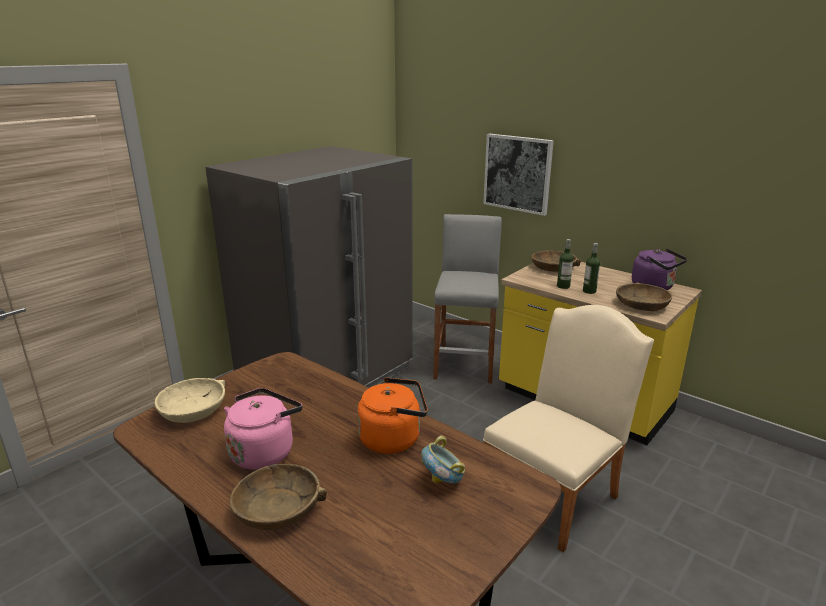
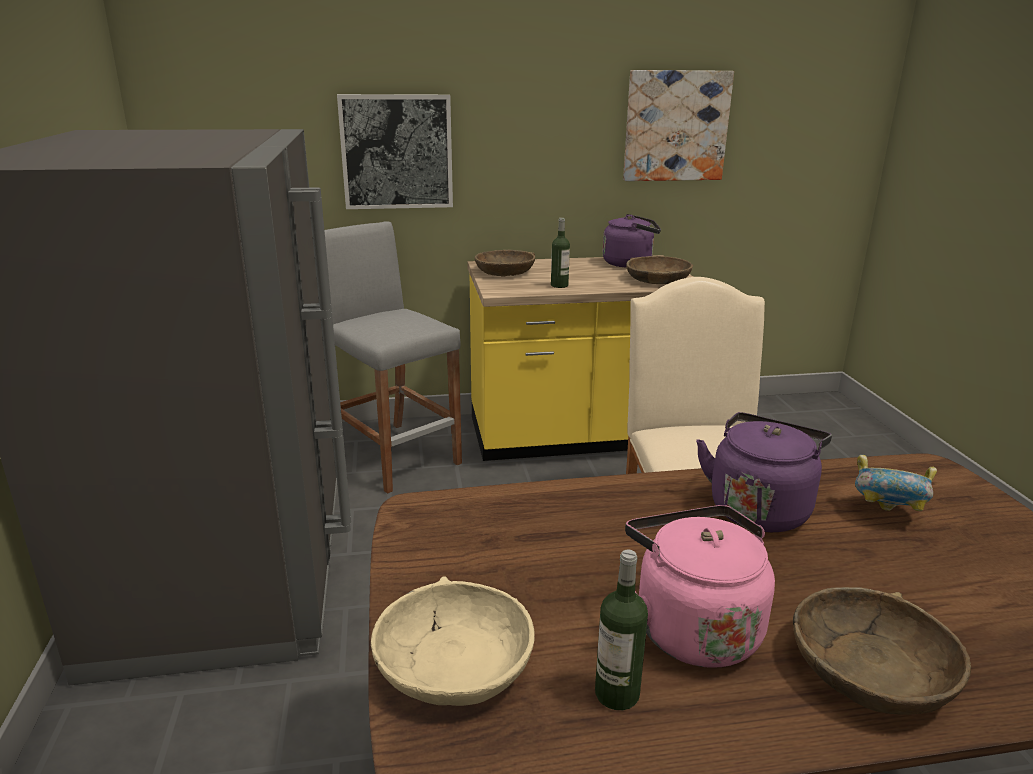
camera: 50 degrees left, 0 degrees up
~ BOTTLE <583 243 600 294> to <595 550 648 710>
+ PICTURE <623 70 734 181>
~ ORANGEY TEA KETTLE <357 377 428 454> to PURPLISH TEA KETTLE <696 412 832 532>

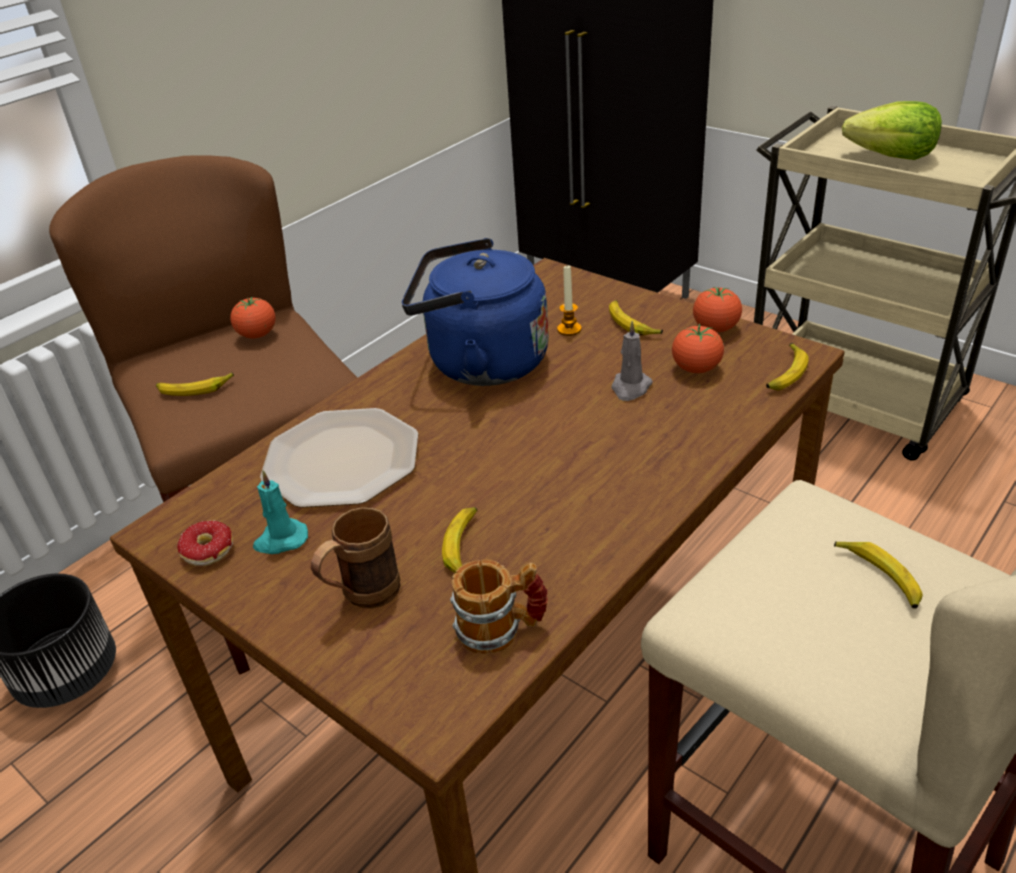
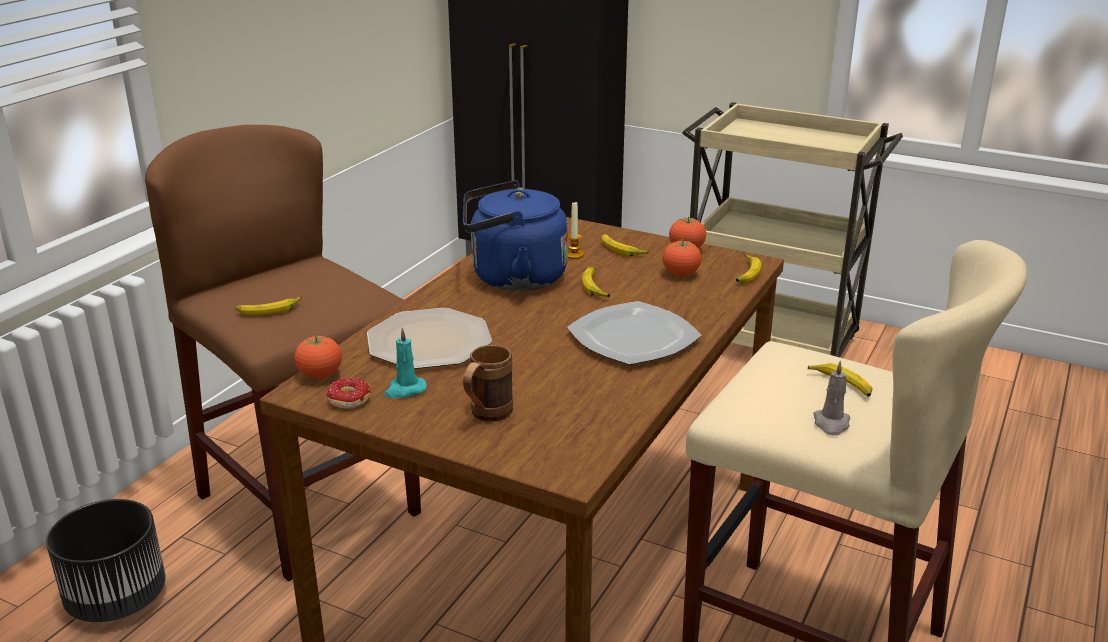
camera: 15 degrees left, 10 degrees down
~ WHOLE TOMATO <230 297 276 339> to <294 335 342 379>
+ FLAT DISH <567 301 702 365>
~ BANANA <442 507 478 573> to <582 267 610 297>
~ GREY WAX LIGHT <612 321 653 401> to <813 361 850 436>
- TEA MUG <450 559 548 655>
- LETTUCE HEAD <842 101 942 160>

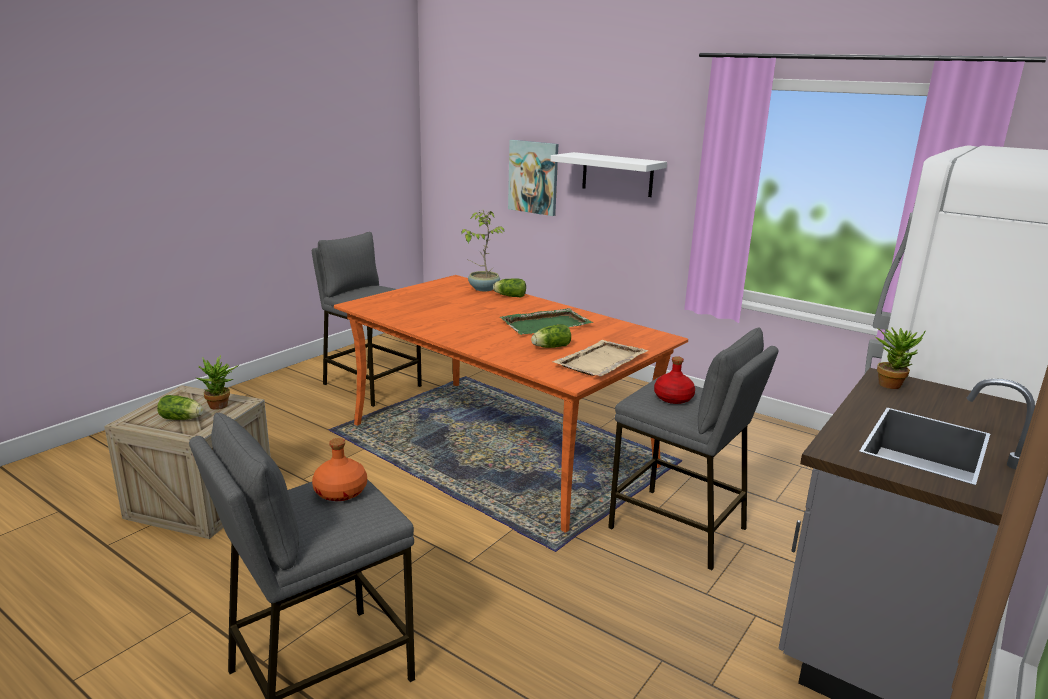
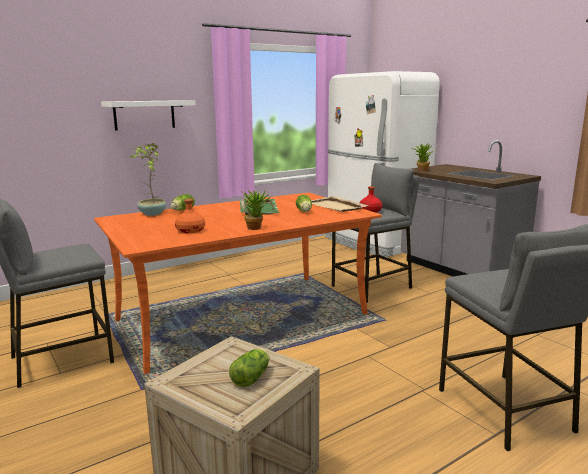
camera: 70 degrees left, 5 degrees down
~ ORANGEY BOTTLE <312 438 367 501> to <175 199 205 233>
~ POTTED PLANT <197 355 239 410> to <240 190 271 230>
- PICTURE <508 140 558 216>

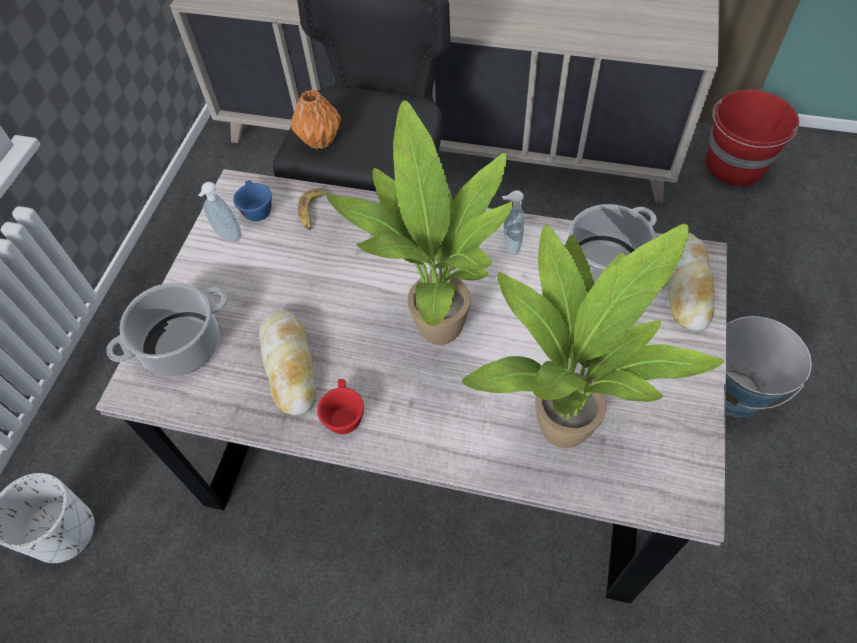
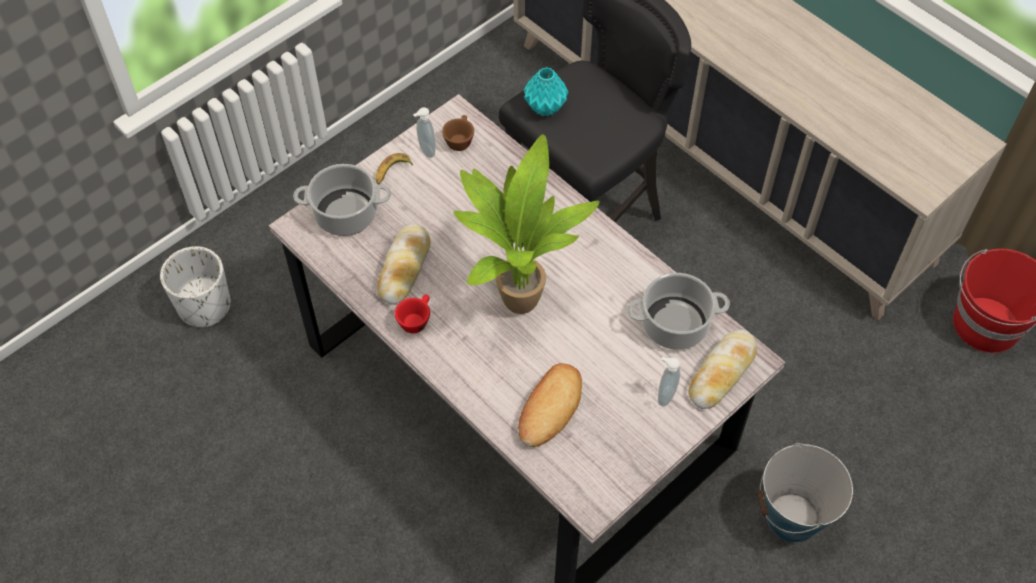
camera: 30 degrees right, 0 degrees up
~ BANANA <298 188 328 230> to <376 153 413 184>
~ BLUISH DRINKING CUP <233 180 272 221> to BROWN DRINKING CUP <442 115 474 151>
~ POTTED PLANT <462 224 724 448> to BAKERY BREAD <518 363 582 447>
~ ORANGEY FLOWER VASE <291 90 341 150> to TURQUOISE FLOWER VASE <524 67 568 117>
~ LIQUID SOAP BOTTLE <502 191 524 255> to <658 357 680 406>

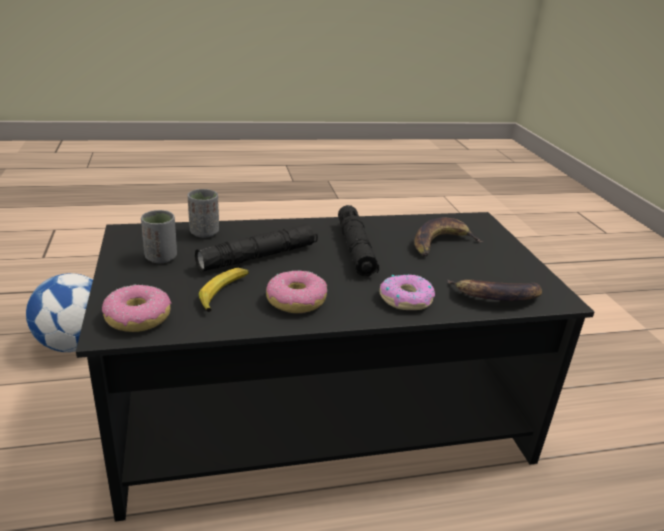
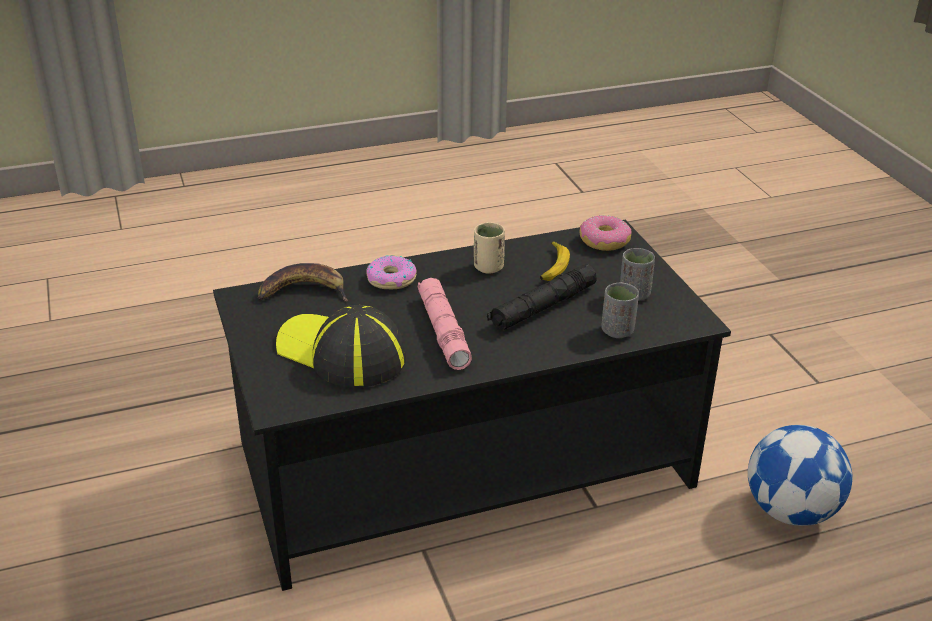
camera: 175 degrees right, 5 degrees up
~ BANANA <414 218 484 256> to BASEBALL CAP <276 305 406 388>
~ BLACK HAND TORCH <338 205 379 276> to PINK HAND TORCH <418 278 472 370>
~ DONUT <266 270 327 313> to SAND-COLOURED DRINKING CUP <474 222 505 274>

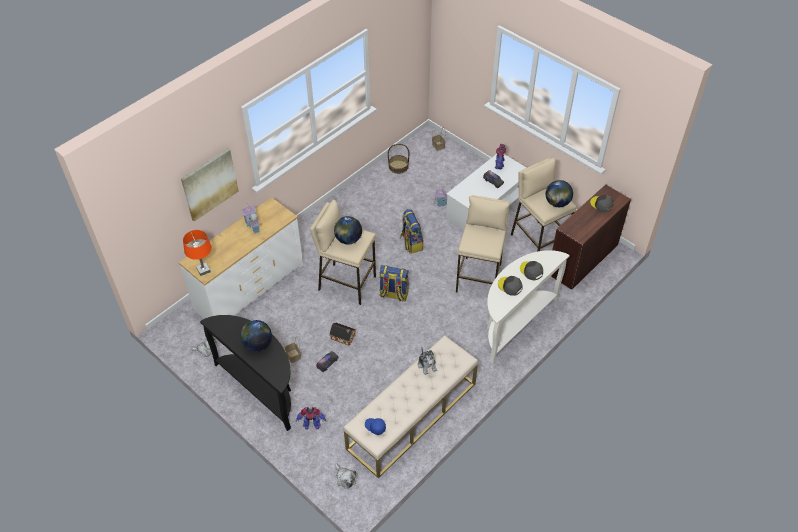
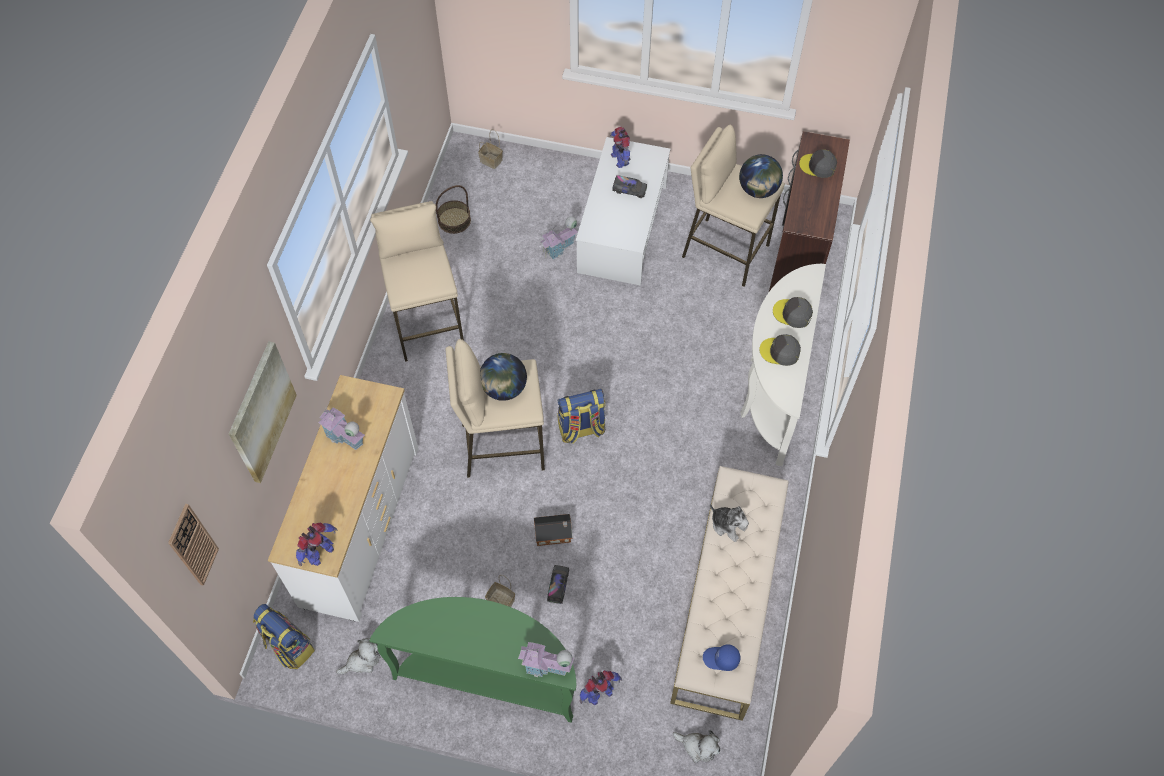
camera: 30 degrees left, 10 degrees up
+ CLOCK ON THE WALL <168 504 219 586>
~ RUCKSACK <400 209 423 254> to <253 604 315 669>
~ ORANGEY LAMP FOR A TABLE <183 230 212 276> to ROBOT FIGURE <296 522 338 566>
~ SAND-COLOURED STOOL SEAT <456 195 510 293> to <370 201 464 362>
~ BLACK HALL TABLE <200 315 291 431> to GREEN-COLOURED HALL TABLE <370 597 576 723>
+ TOY HOUSE <518 642 574 677>
- WORLD GLOBE <240 320 272 351>

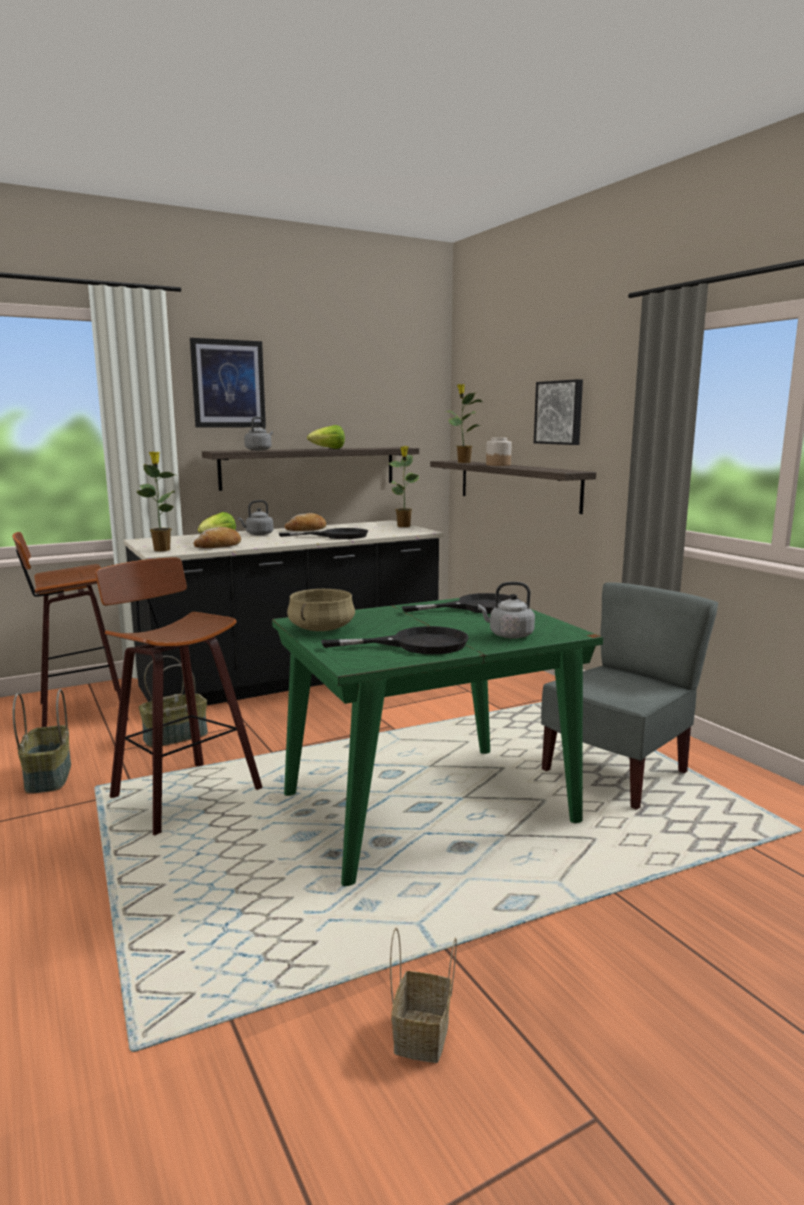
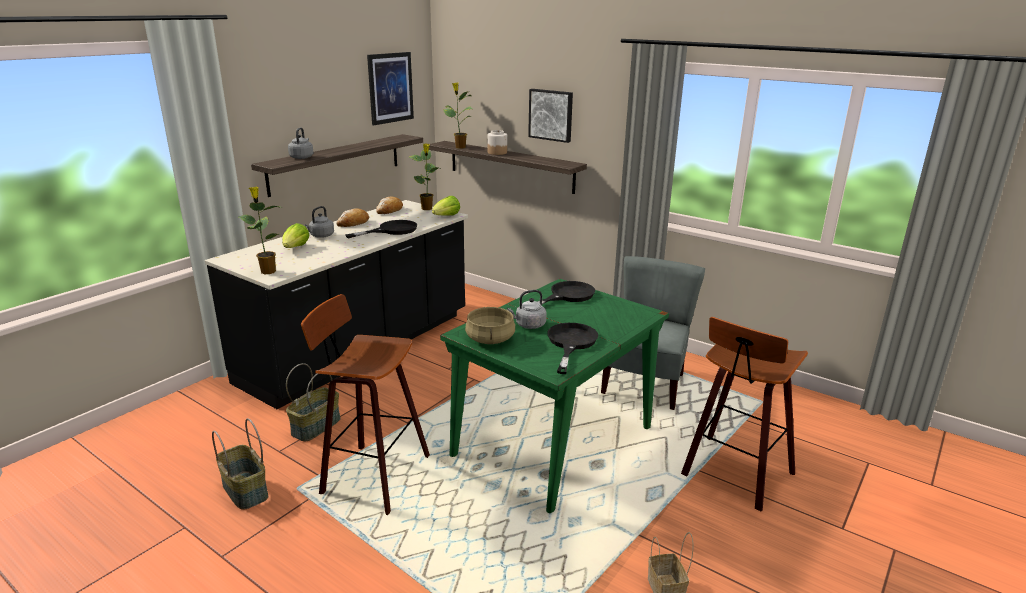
camera: 25 degrees left, 10 degrees up
~ PICTURE <190 338 266 428> to <367 52 414 125>
~ BAKERY BREAD <193 527 241 548> to <376 197 403 214>
~ LETTUCE HEAD <307 425 345 449> to <432 196 460 216>
~ GREY TEA KETTLE <478 582 535 639> to <507 290 547 329>
~ BLACK SKILLET <321 626 469 654> = <547 323 598 374> 45 degrees counterclockwise
~ STOOL SEAT <12 532 129 727> to <681 317 808 512>

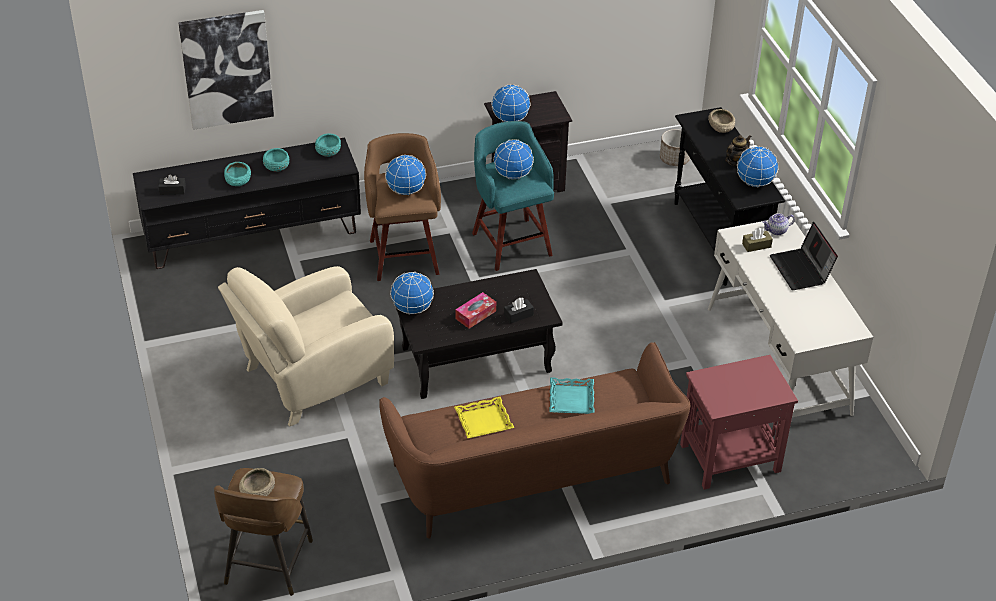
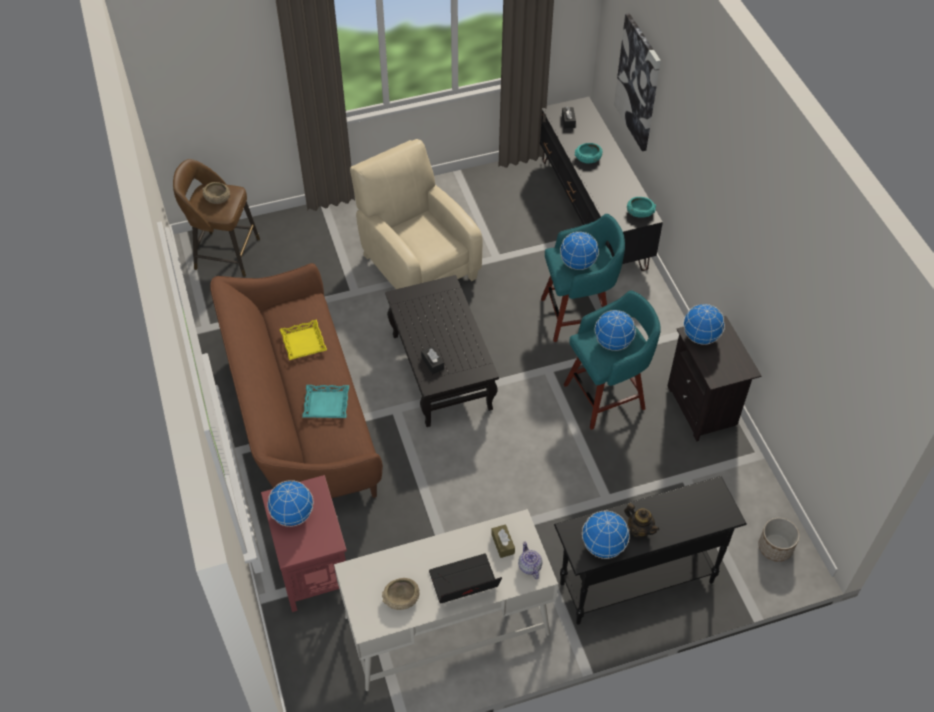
camera: 90 degrees right, 10 degrees up
~ WORLD GLOBE <390 272 434 315> to <267 480 314 527>
~ SAND-COLOURED DEEP DISH <708 109 735 133> to <382 578 420 610>
~ BROWN STOOL SEAT <364 133 441 281> to TURQUOISE STOOL SEAT <541 214 625 342>
- TURQUOISE DEEP DISH <263 148 289 172>
- BOX OF TISSUES <455 292 496 329>

